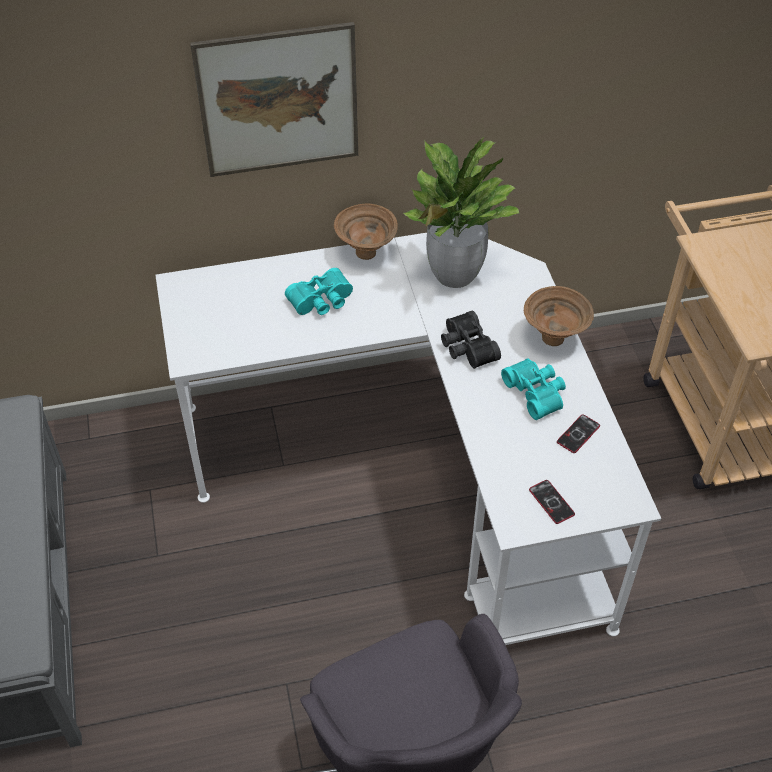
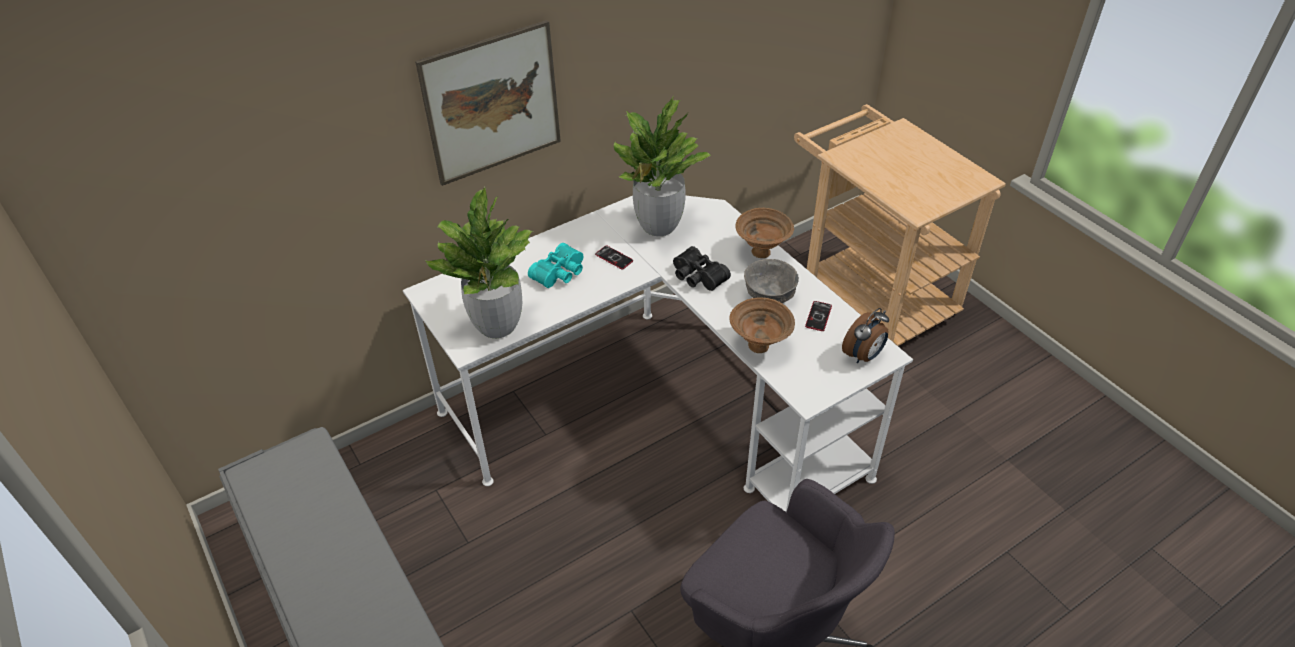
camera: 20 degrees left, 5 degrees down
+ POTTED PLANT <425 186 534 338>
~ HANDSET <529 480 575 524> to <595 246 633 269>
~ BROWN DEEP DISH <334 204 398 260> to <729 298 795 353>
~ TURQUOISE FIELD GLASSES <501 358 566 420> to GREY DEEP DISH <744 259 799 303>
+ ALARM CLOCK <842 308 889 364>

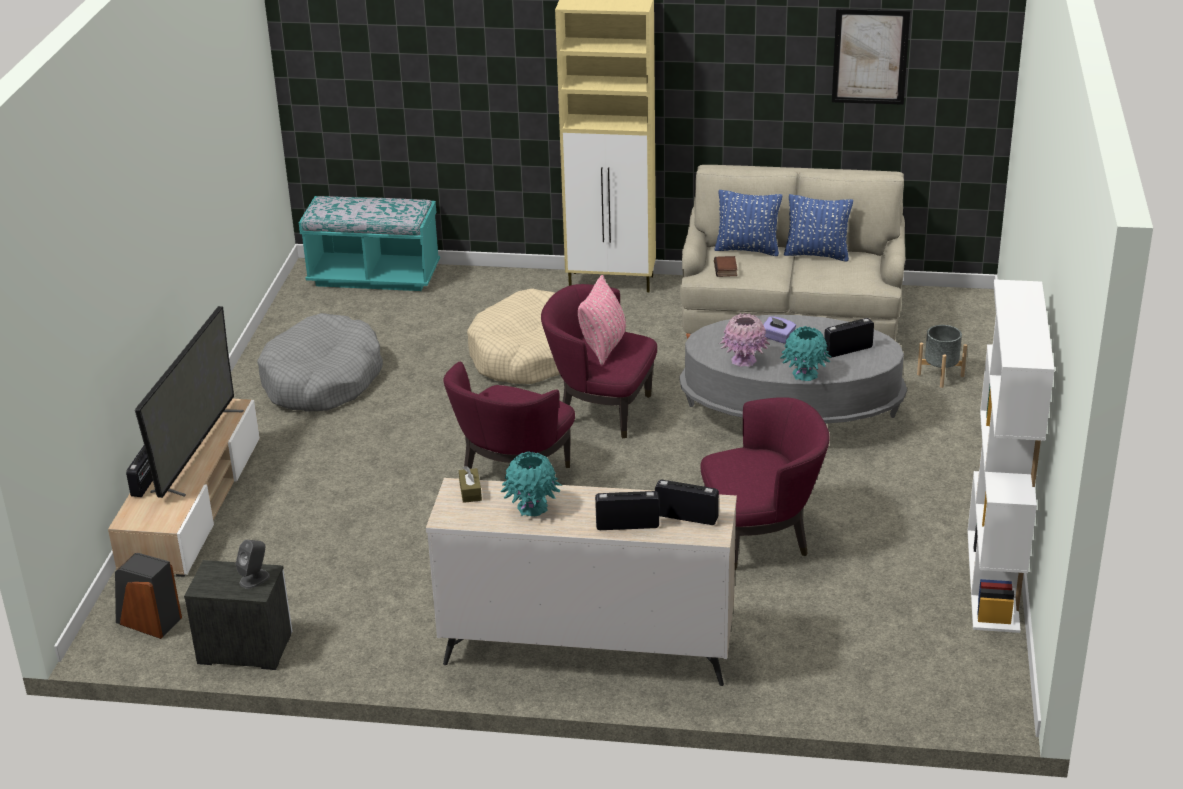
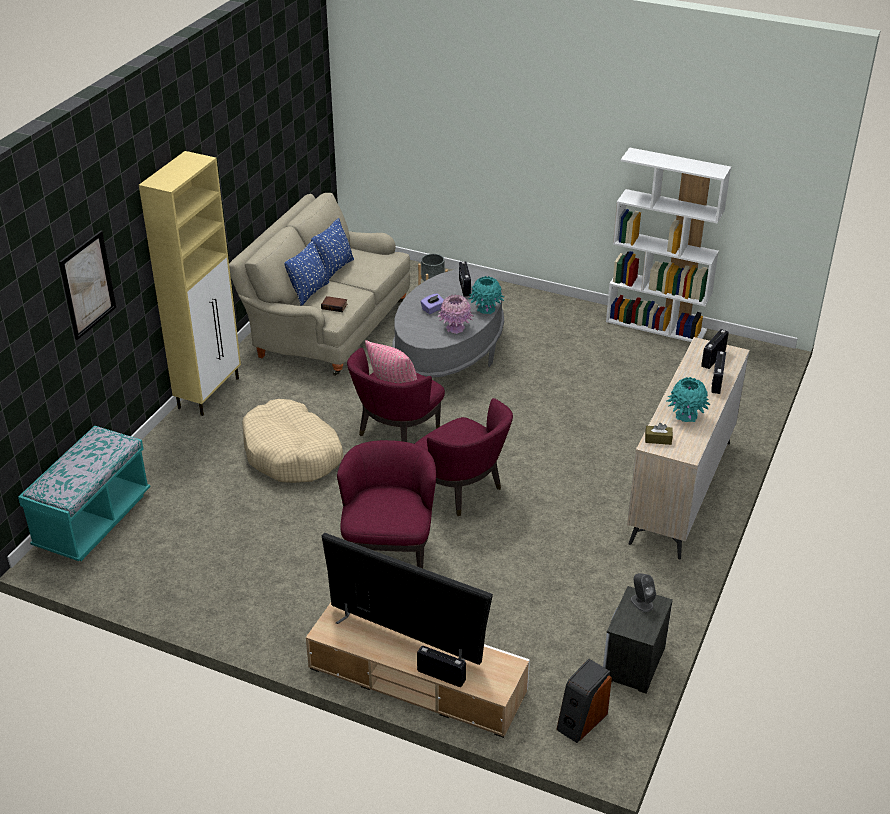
camera: 75 degrees left, 5 degrees up
~ PICTURE <832 8 910 105> to <59 230 116 340>
~ PURPLISH LOUNGE CHAIR <700 397 830 570> to <337 440 436 568>
- GREY PET BED <257 313 383 412>

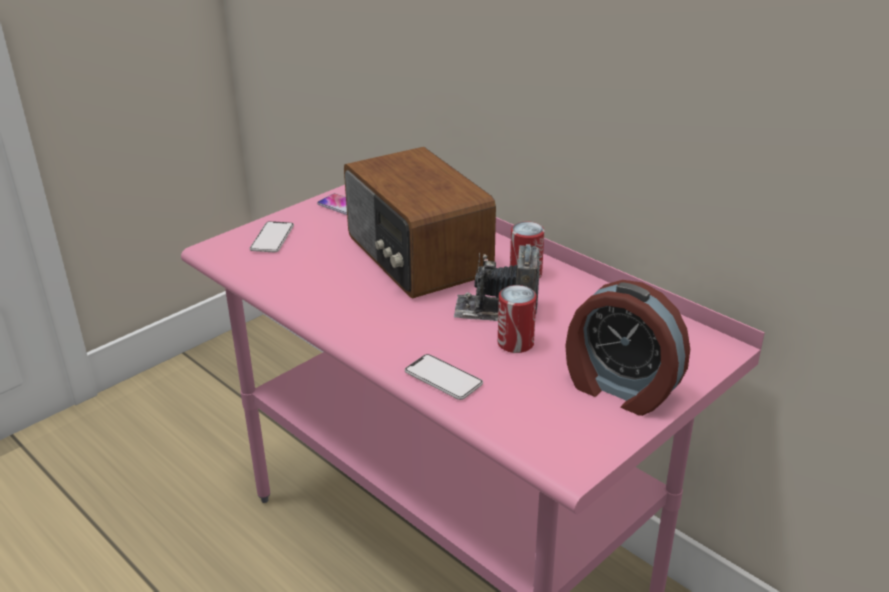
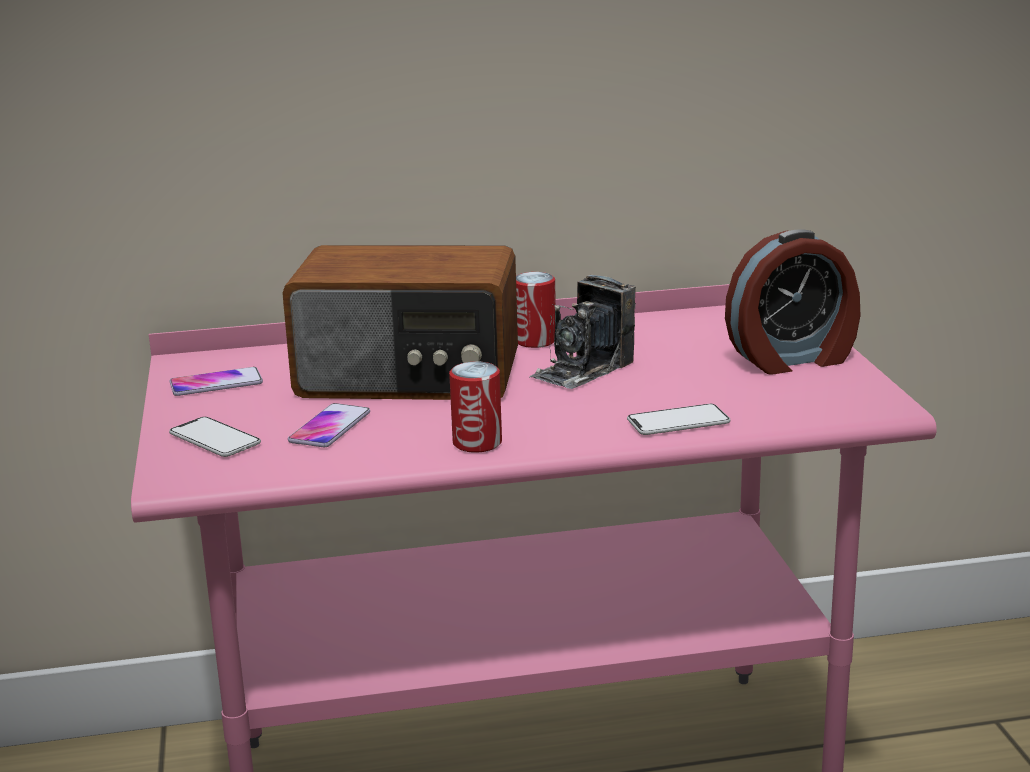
camera: 55 degrees left, 10 degrees down
+ HANDSET <288 403 370 447>
~ CAN <498 285 536 353> to <449 362 502 453>

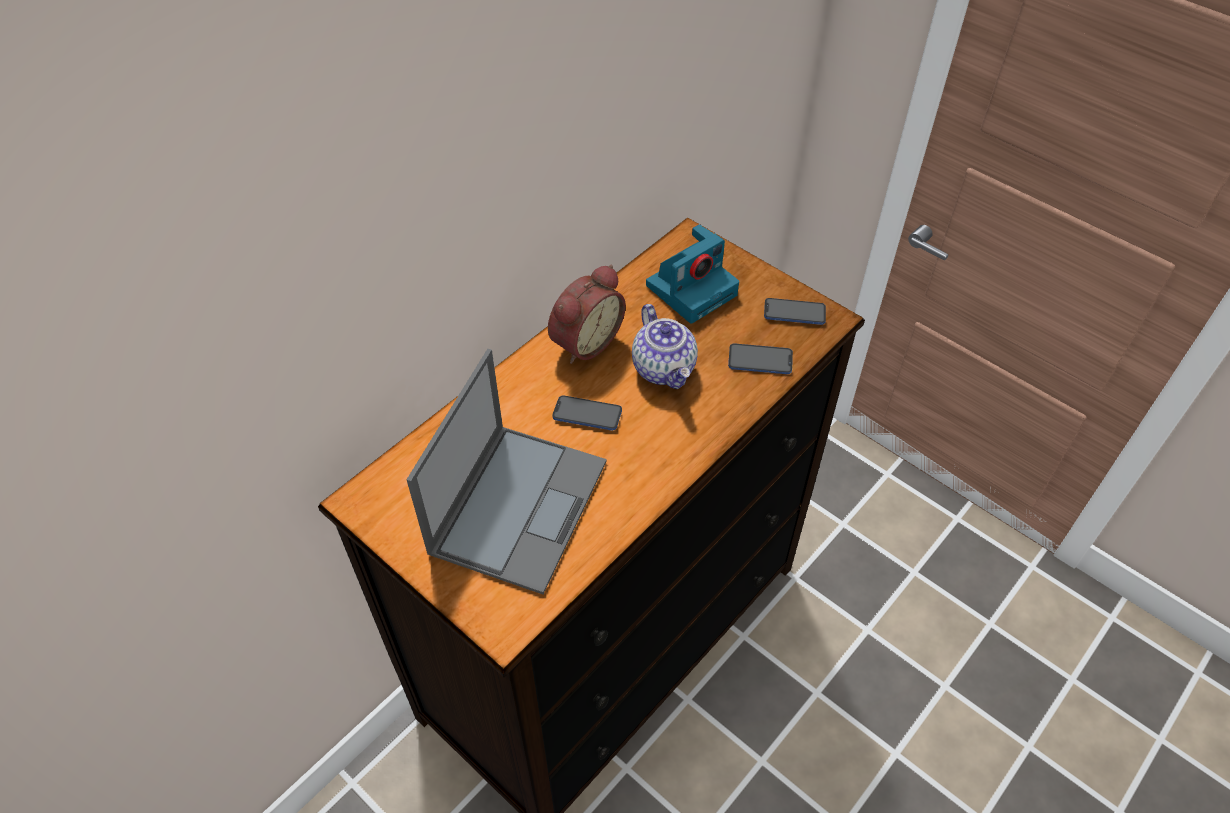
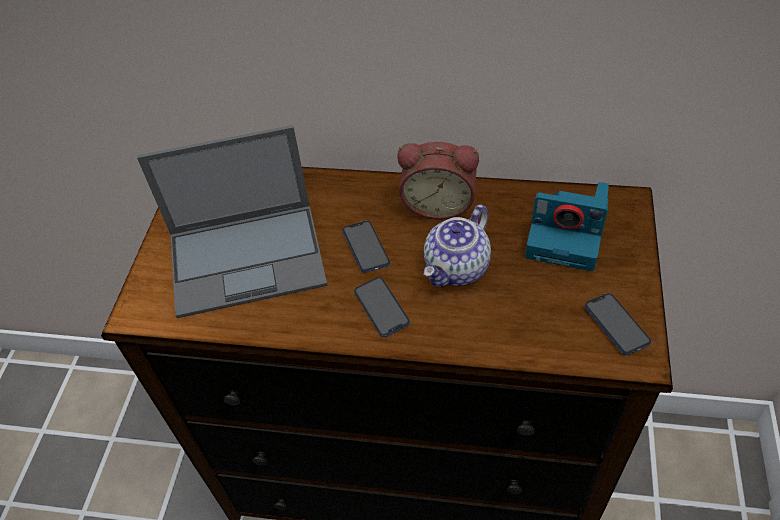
camera: 60 degrees right, 0 degrees up
~ HANDSET <728 343 793 374> to <354 277 410 337>

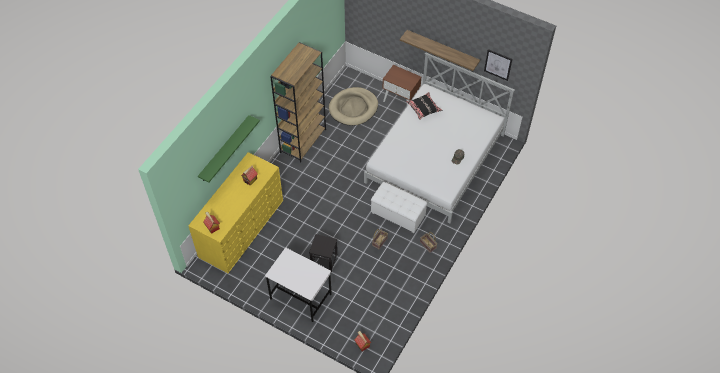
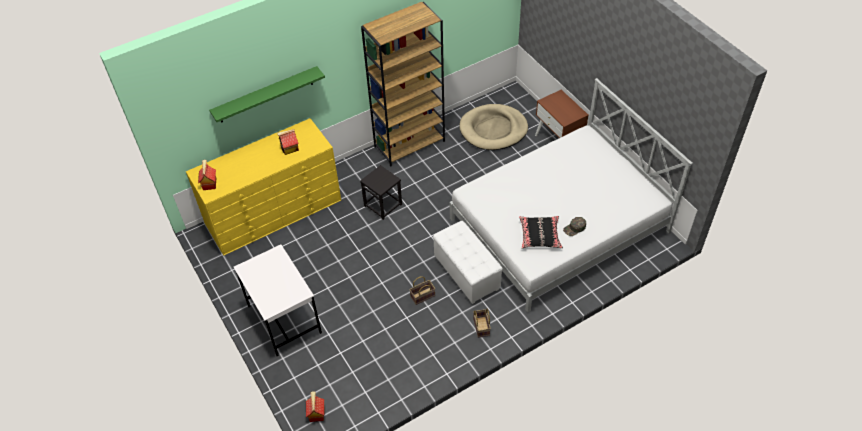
camera: 30 degrees right, 5 degrees down
~ BLACK STOOL SEAT <309 234 337 272> to <360 165 402 220>
~ BLACK THROW PILLOW <406 92 442 120> to <519 216 563 248>
- SHELF <400 30 480 71>
- PICTURE <484 49 512 81>

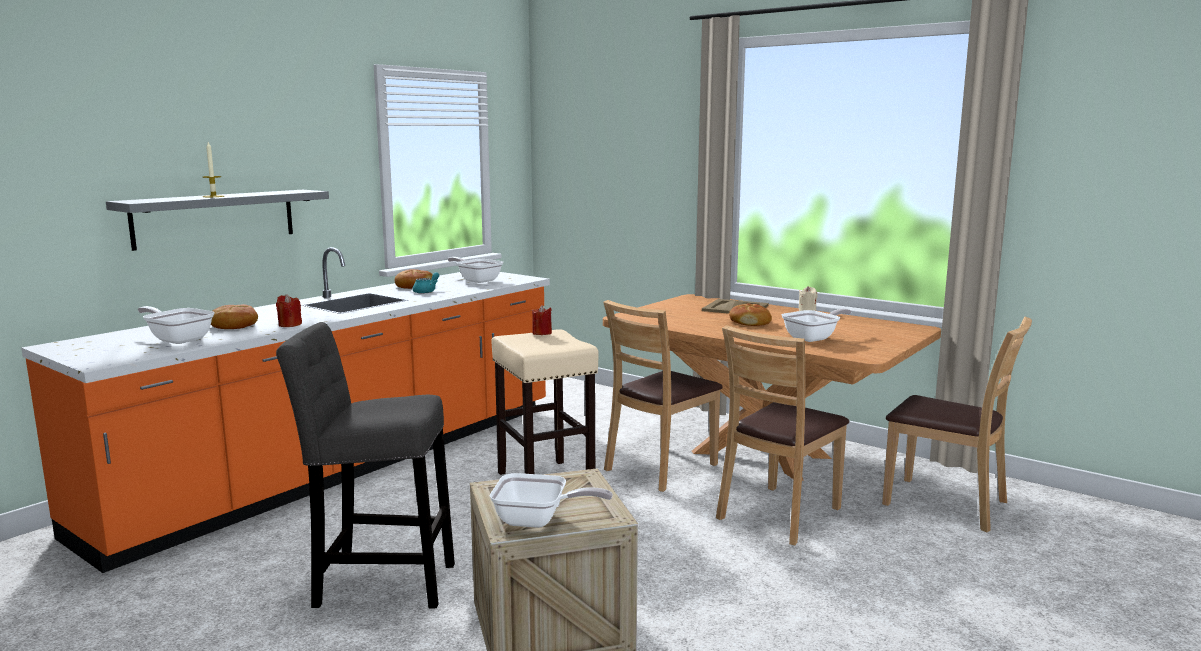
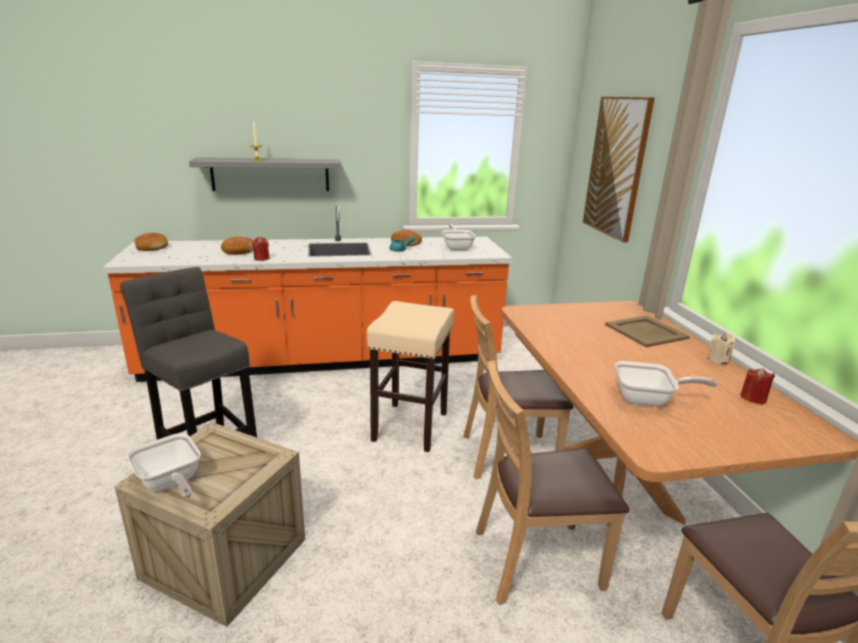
camera: 40 degrees right, 10 degrees up
~ BAKERY BREAD <729 304 772 326> to <134 233 168 251>
+ PICTURE <583 97 655 242>
~ REDDISH WAX LIGHT <532 305 552 335> to <741 368 775 404>
- SKILLET <138 306 215 344>

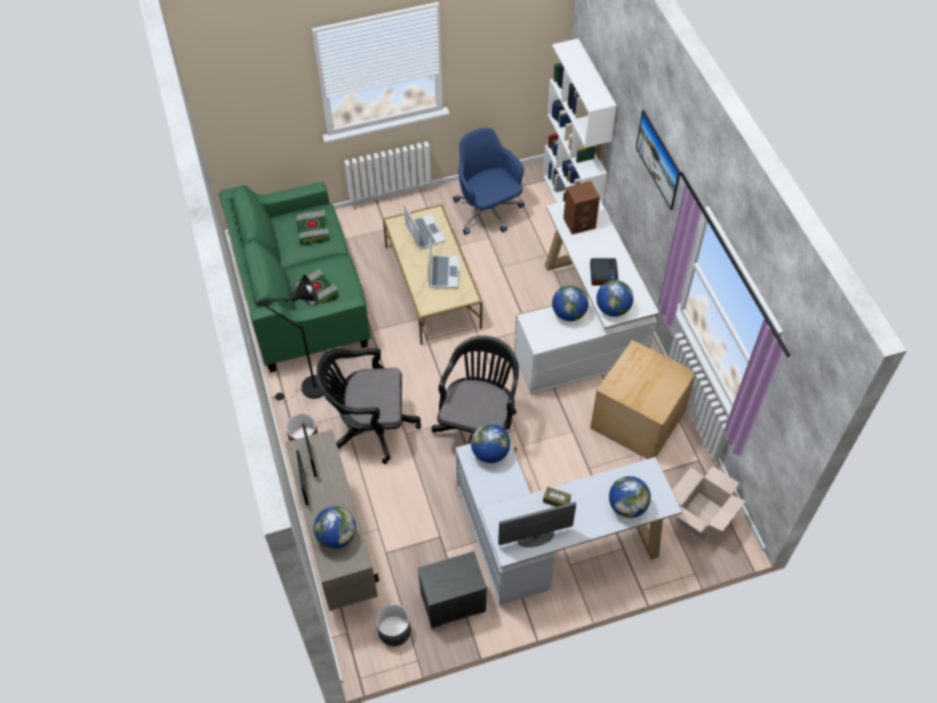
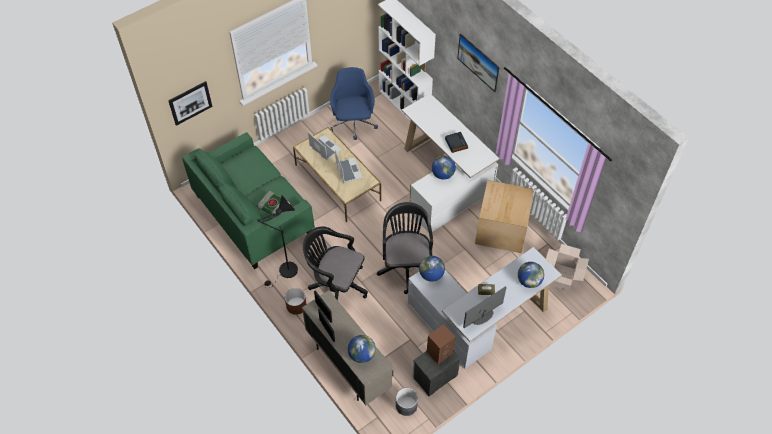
camera: 20 degrees left, 0 degrees up
+ PICTURE <168 81 212 126>
~ BLACK DESK CHAIR <317 348 421 464> = <303 227 368 300> 45 degrees clockwise
~ BLUISH DESK CHAIR <453 128 525 235> = <330 67 378 140> 45 degrees clockwise
~ BROWN AUDIO SPEAKER <563 181 600 235> to <427 324 455 364>
- BOOK <296 210 330 245>
- WORLD GLOBE <596 280 633 317>

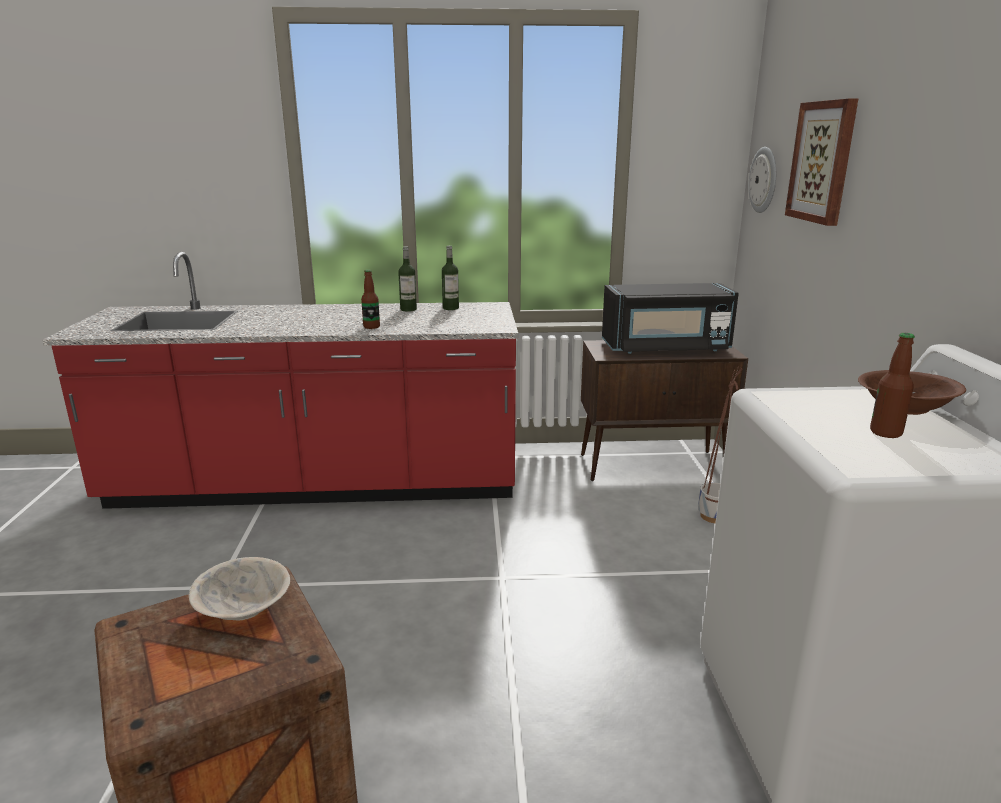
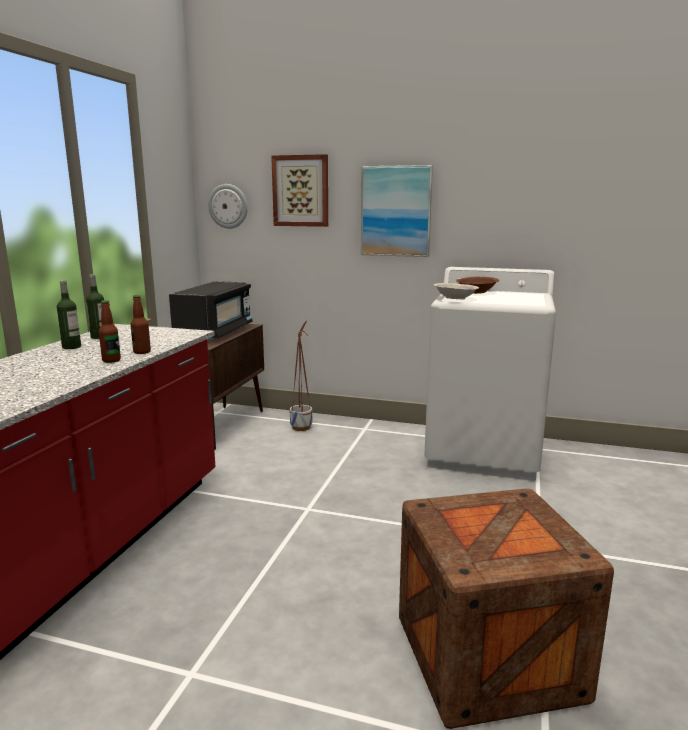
camera: 70 degrees left, 5 degrees down
~ BOTTLE <870 333 915 438> to <130 295 151 354>
+ PICTURE <361 165 433 257>
~ SAND-COLOURED DEEP DISH <189 557 290 620> to <434 283 479 299>

